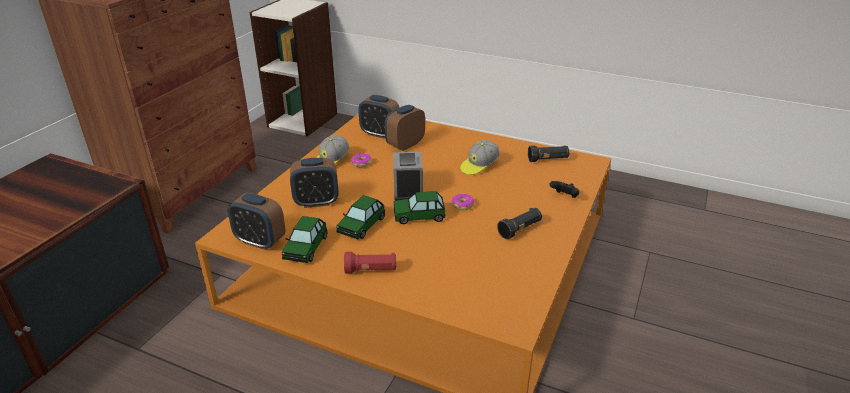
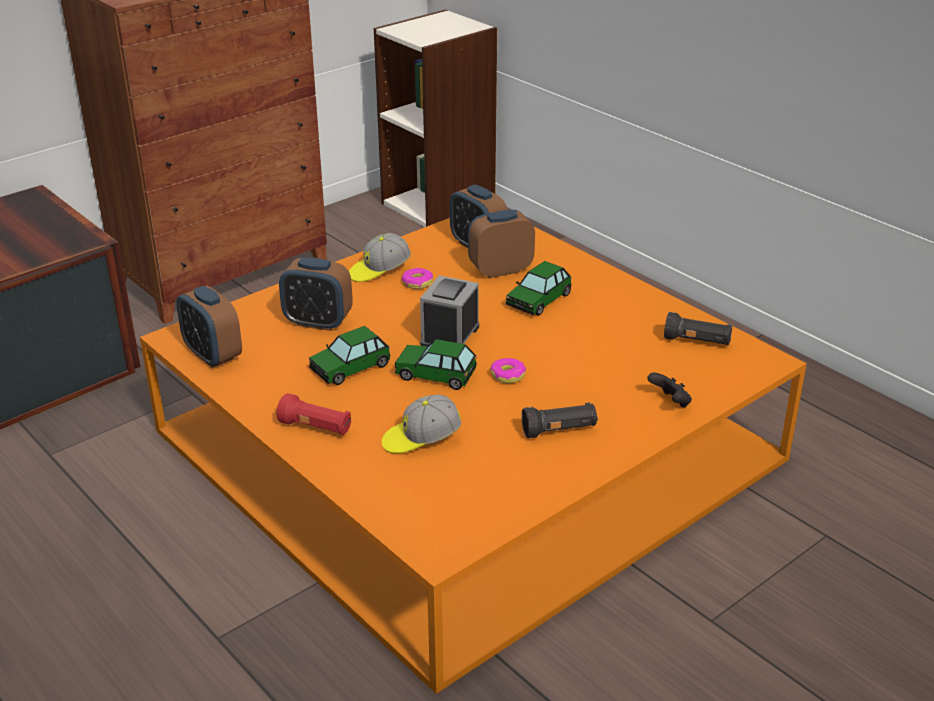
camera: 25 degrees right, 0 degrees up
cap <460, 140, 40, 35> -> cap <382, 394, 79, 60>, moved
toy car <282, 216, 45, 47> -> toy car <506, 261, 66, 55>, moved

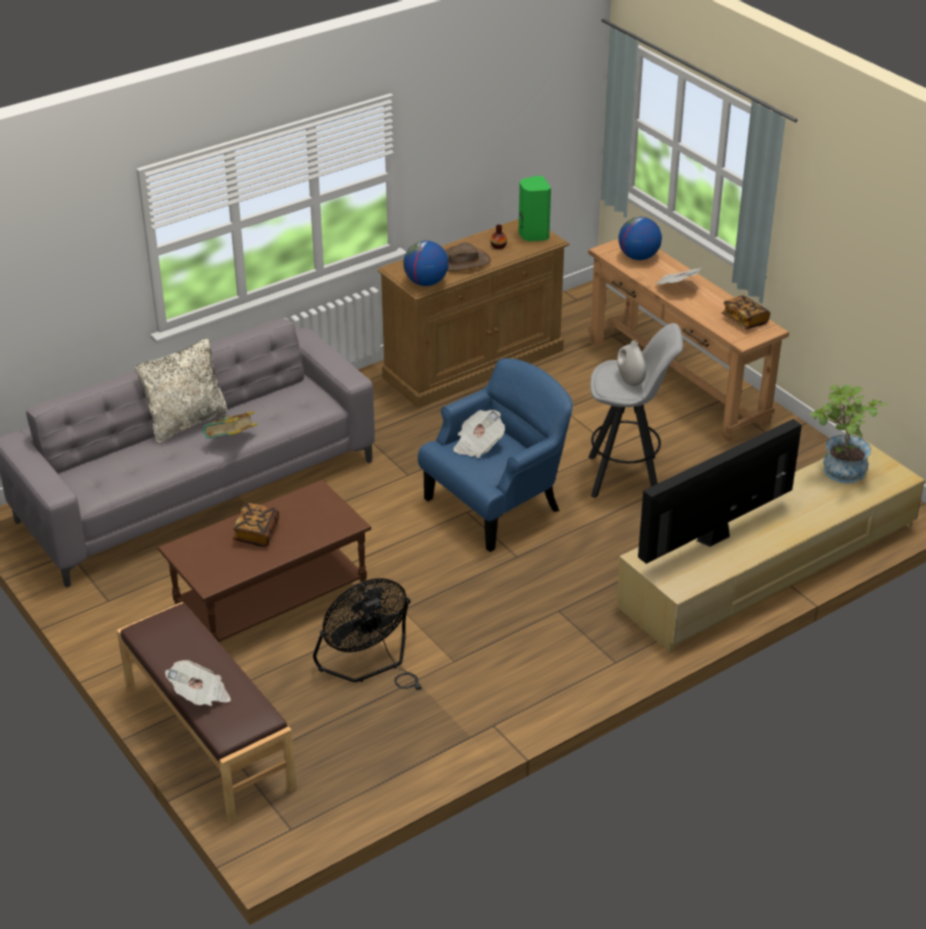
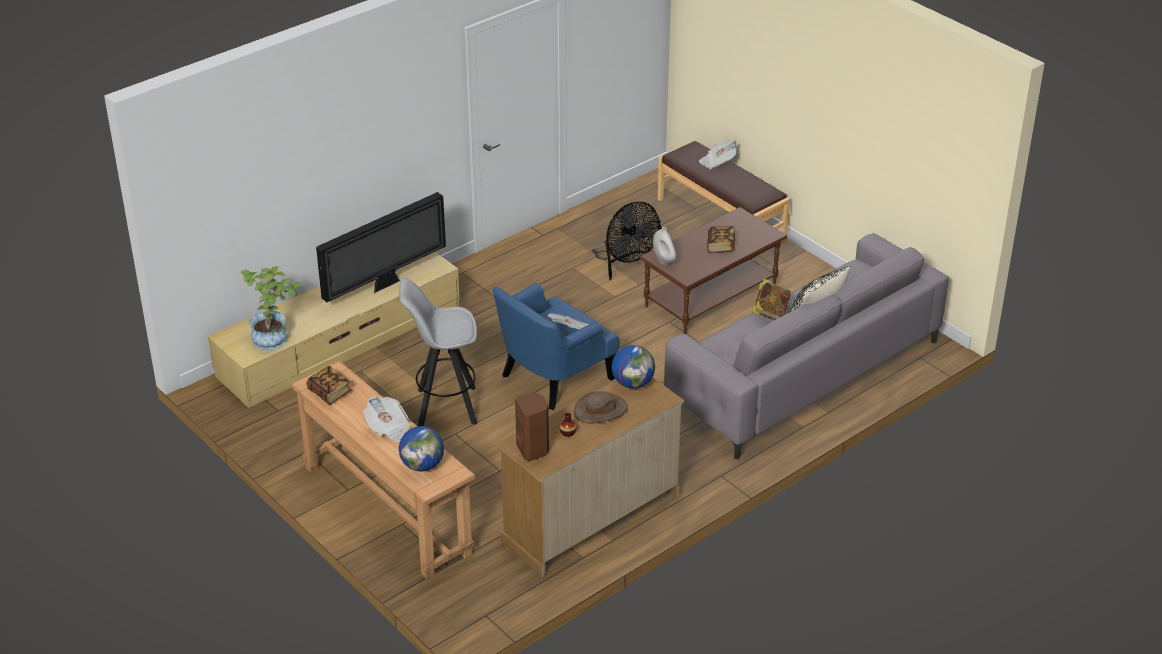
camera: 175 degrees right, 0 degrees up
speaker (green) <518, 176, 33, 65> -> speaker (brown) <515, 393, 34, 68>
vase (white) <617, 340, 29, 46> -> vase (white) <653, 227, 24, 38>, moved

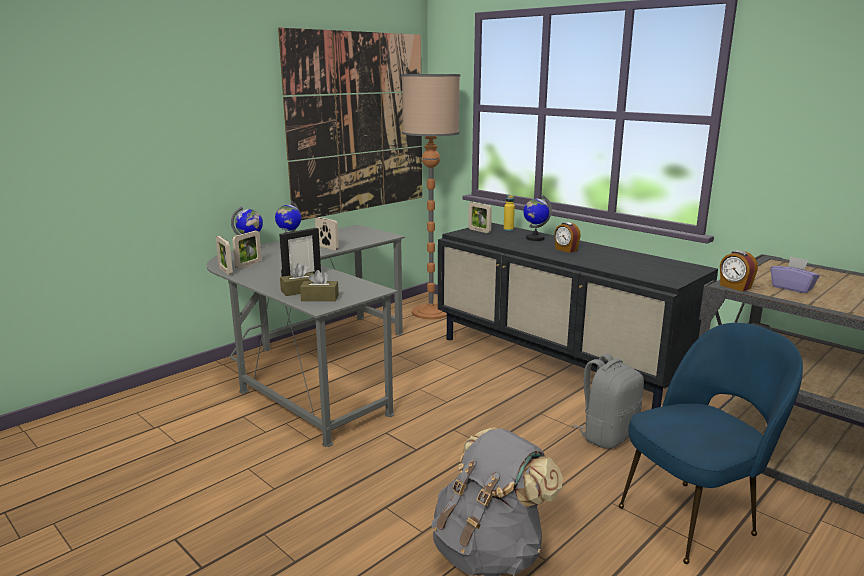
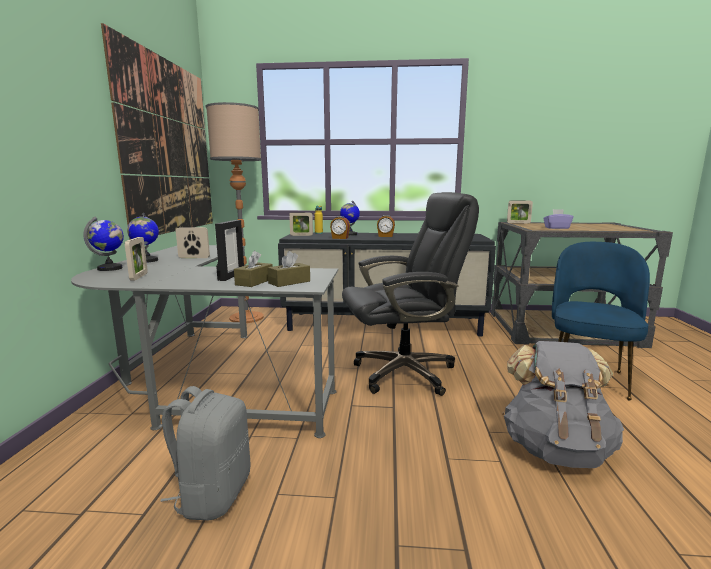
camera: 40 degrees left, 5 degrees down
backpack (grey) <572, 354, 72, 95> -> backpack (grey) <160, 386, 90, 135>, moved
alarm clock <720, 250, 38, 42> -> alarm clock <330, 216, 20, 23>, moved
none -> office chair (black) <342, 192, 137, 204>
picture frame <216, 236, 17, 39> -> picture frame <507, 200, 26, 24>, moved

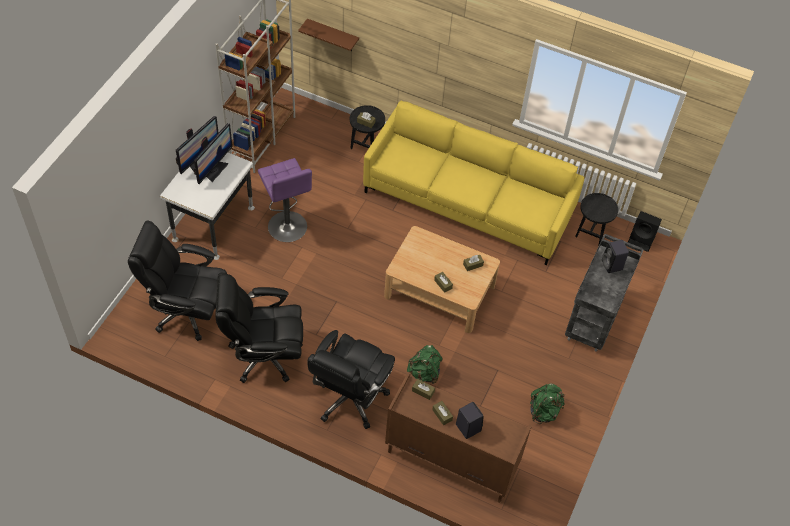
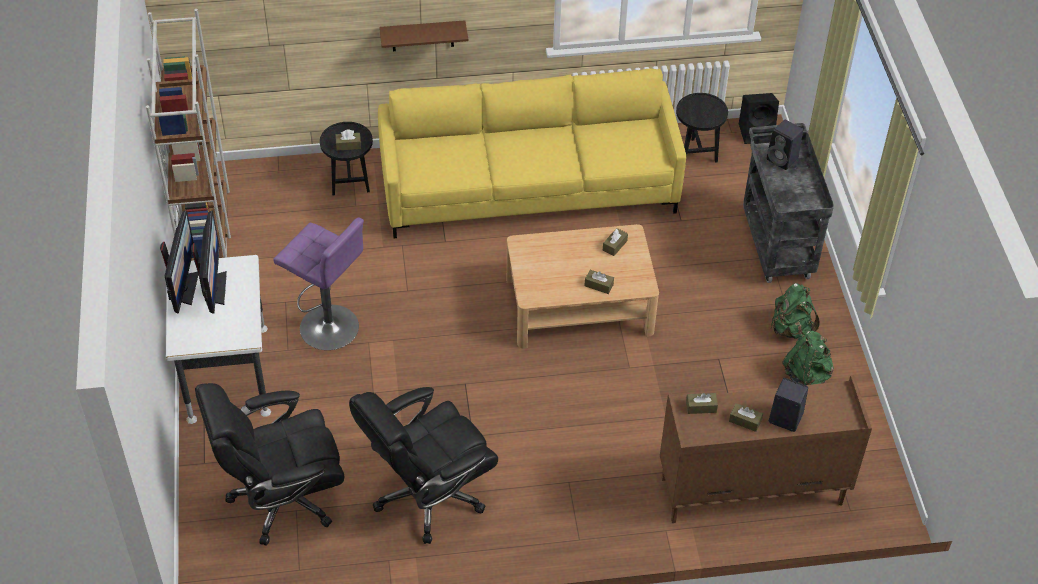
camera: 30 degrees left, 5 degrees down
shelf (brown) <298, 19, 61, 32> -> shelf (brown) <379, 20, 89, 31>, moved
backpack (green) <407, 345, 36, 39> -> backpack (green) <771, 283, 49, 56>, moved
office chair (black) <307, 330, 88, 99> -> none

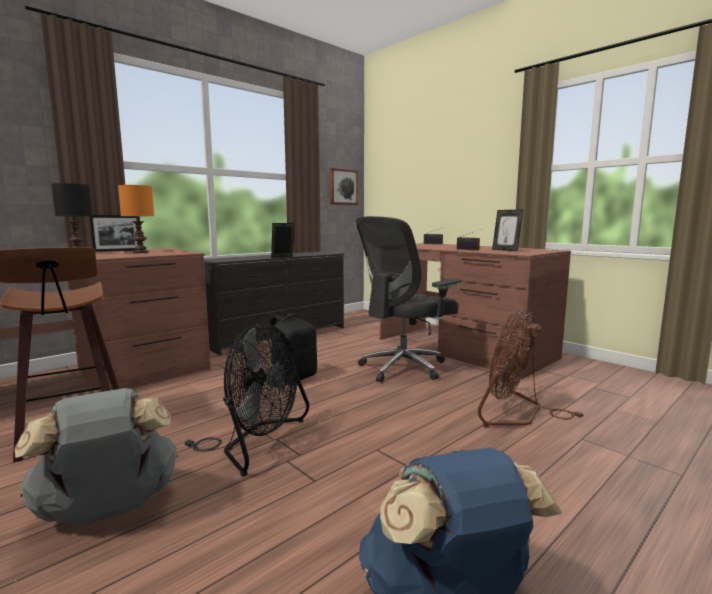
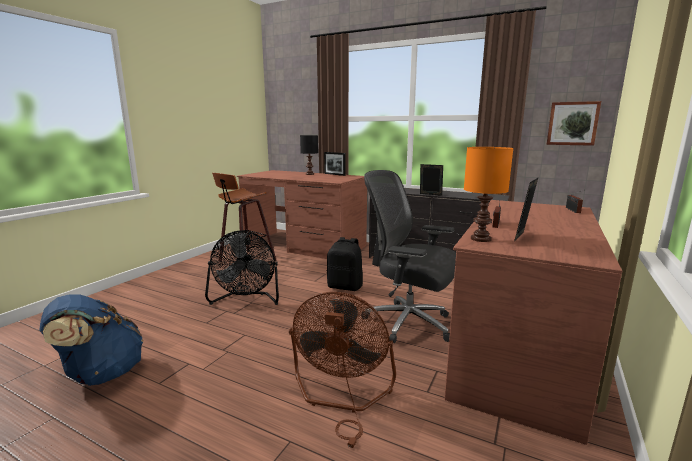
camera: 70 degrees right, 5 degrees up
table lamp (orange) <118, 185, 36, 68> -> table lamp (orange) <464, 147, 49, 95>, moved
backpack (grey) <15, 388, 163, 137> -> none

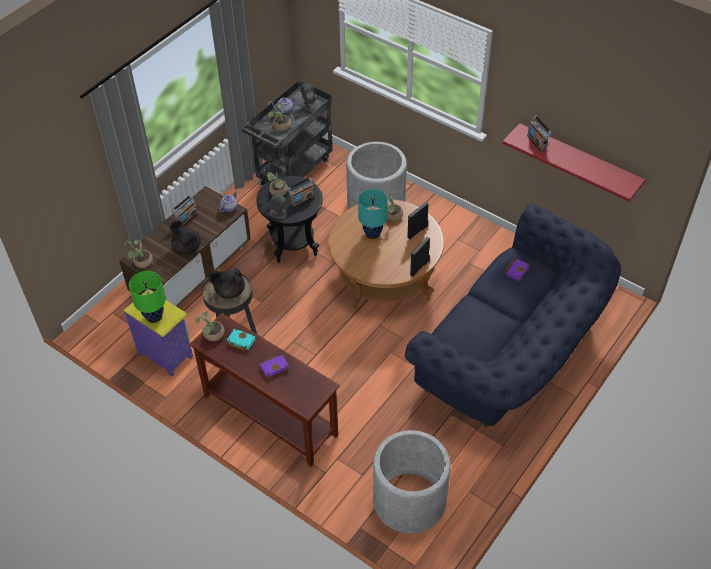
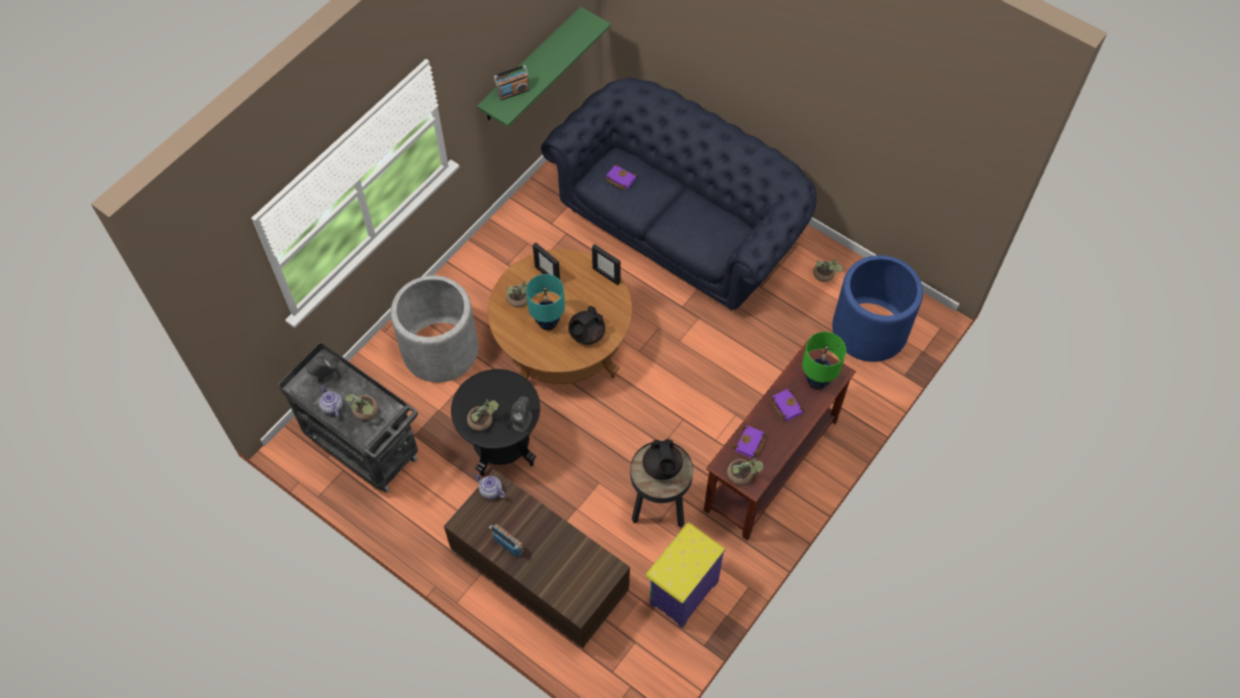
camera: 90 degrees left, 10 degrees up
shelf (red) <502, 123, 143, 78> -> shelf (green) <477, 7, 134, 120>
teapot (black) <169, 221, 32, 33> -> teapot (black) <568, 306, 37, 39>, moved
book (turquoise) <227, 328, 29, 23> -> book (purple) <733, 425, 34, 33>
table lamp (green) <129, 271, 37, 52> -> table lamp (green) <802, 332, 44, 57>, moved
potted plant <124, 239, 29, 29> -> potted plant <813, 258, 30, 24>, moved
planter (grey) <373, 430, 78, 104> -> planter (blue) <832, 255, 91, 107>
radio <288, 177, 26, 30> -> none

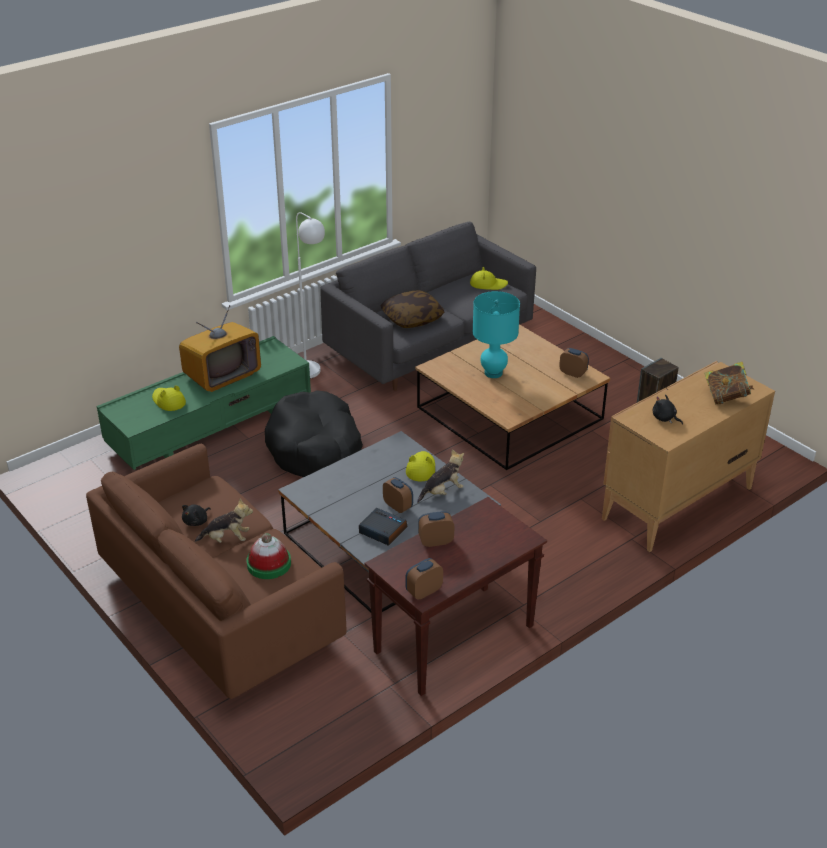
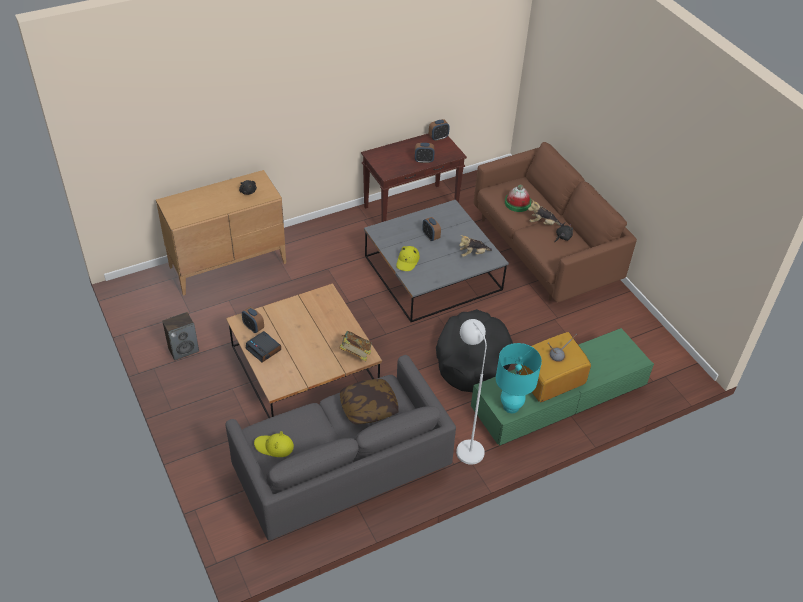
camera: 170 degrees left, 10 degrees up
alarm clock <359, 508, 49, 38> -> alarm clock <246, 331, 35, 31>, moved
book <704, 362, 50, 43> -> book <339, 331, 33, 30>, moved
plush toy <417, 449, 47, 54> -> plush toy <459, 235, 33, 22>, moved
table lamp (turquoise) <472, 291, 48, 87> -> table lamp (turquoise) <496, 343, 46, 70>, moved
hat (yellow) <152, 385, 34, 26> -> none

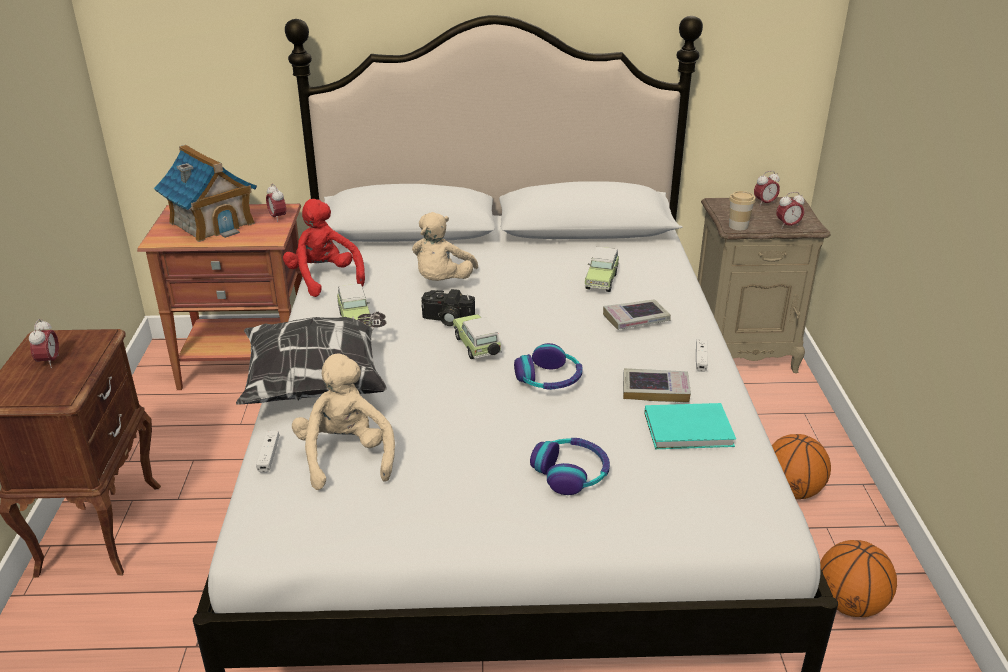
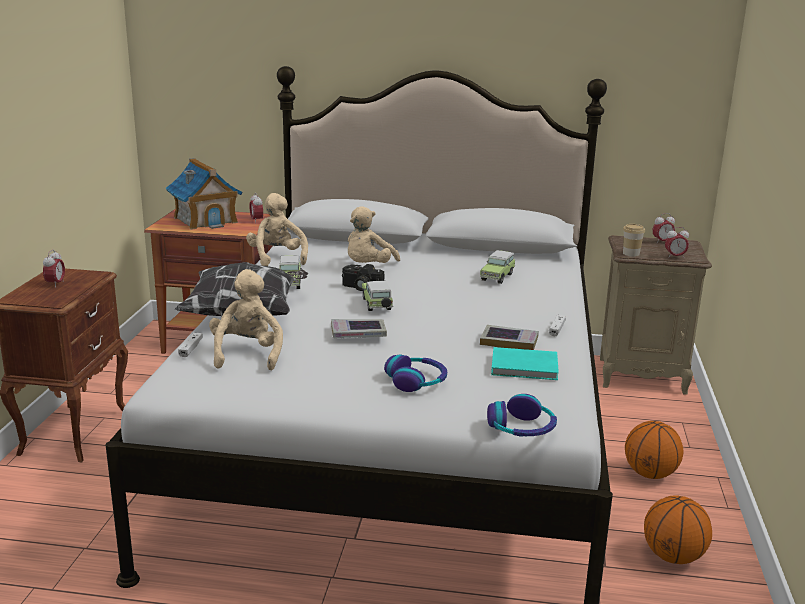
camera: 10 degrees right, 10 degrees down
plush toy (red) <283, 199, 82, 98> -> plush toy (beige) <246, 193, 62, 73>
book <603, 300, 68, 30> -> book <331, 319, 56, 19>, moved
headphones <514, 343, 69, 47> -> headphones <487, 394, 70, 42>, moved

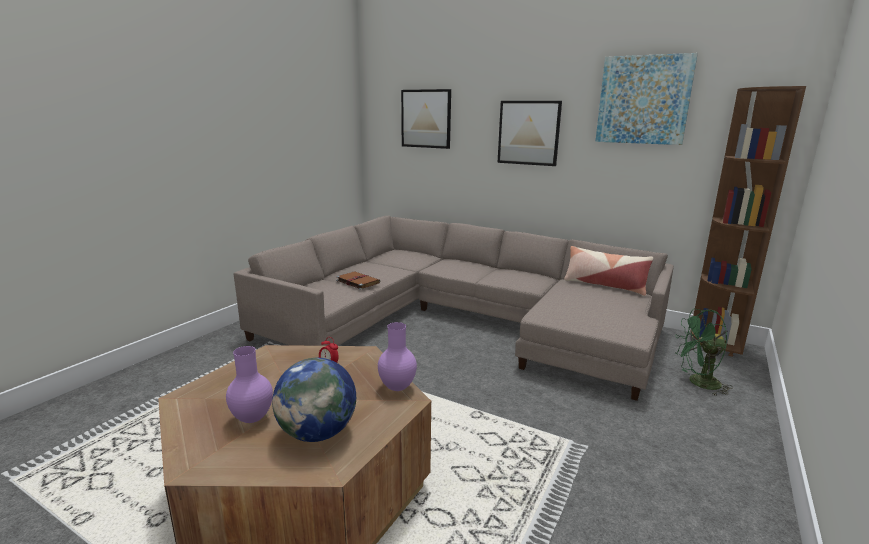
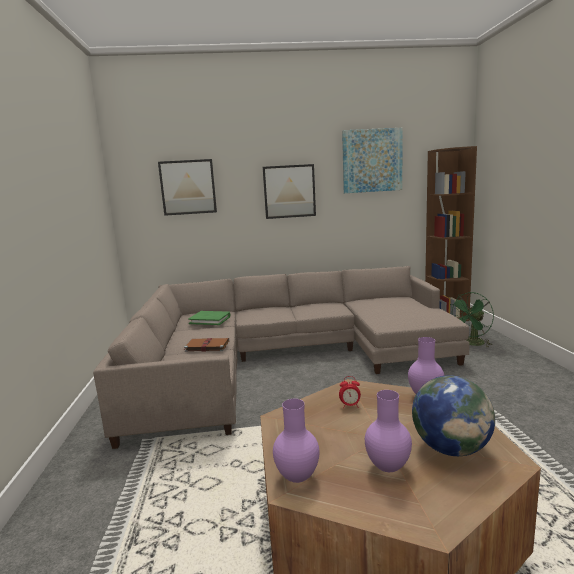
camera: 35 degrees left, 5 degrees down
none -> book (green) <188, 311, 42, 14>
none -> vase (purple) <273, 399, 46, 84>
pillow <564, 246, 89, 50> -> none

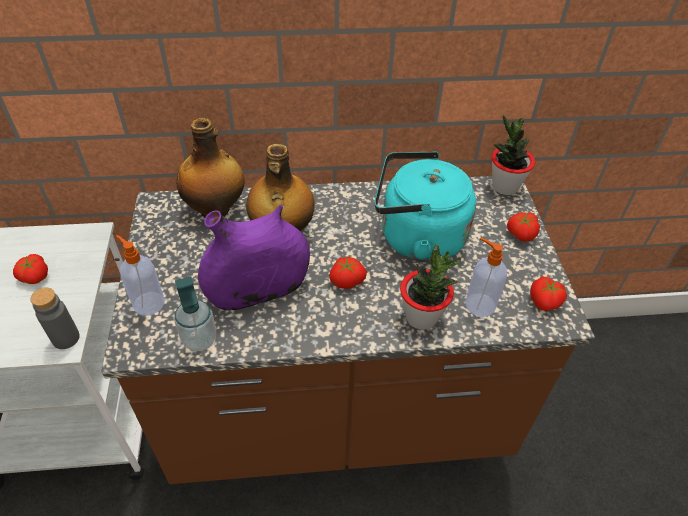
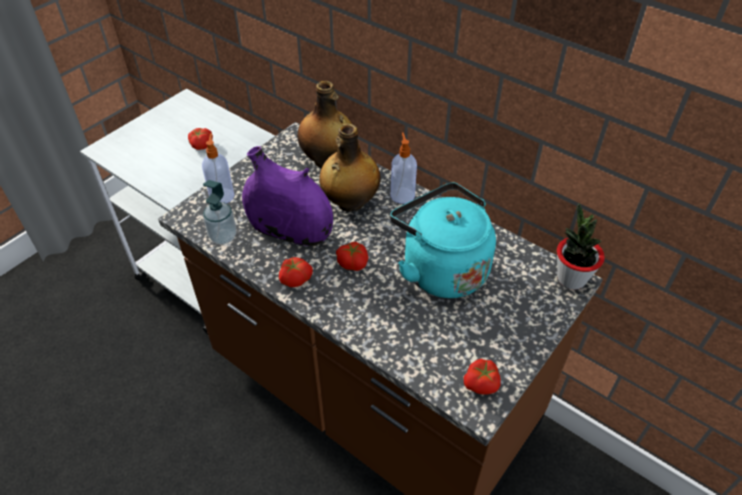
camera: 45 degrees right, 0 degrees up
tomato <507, 212, 33, 30> -> tomato <279, 257, 34, 30>, moved
soap dispenser <465, 238, 42, 79> -> soap dispenser <391, 132, 26, 72>, moved
bottle (grey) <30, 287, 50, 62> -> none
potted plant <400, 244, 61, 86> -> none

